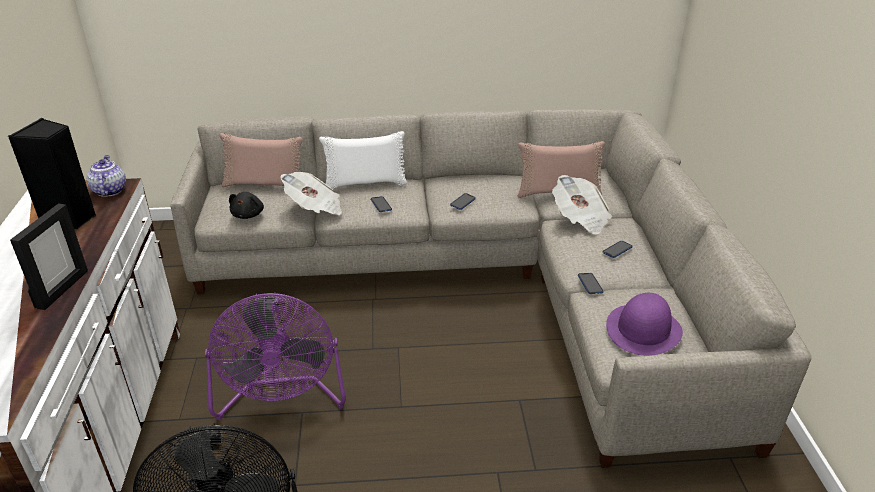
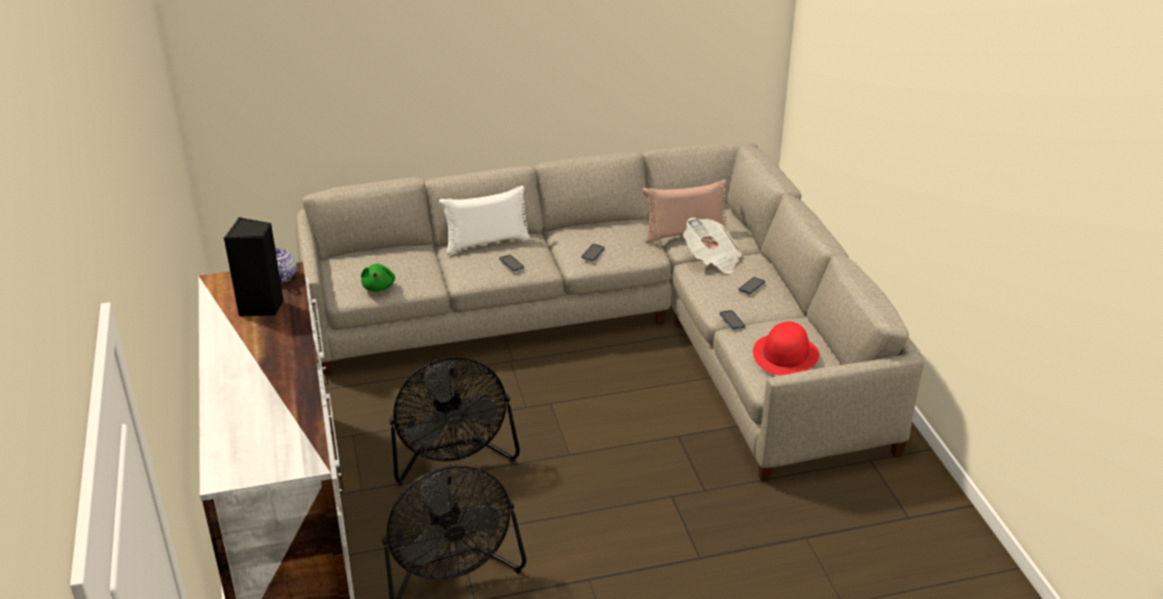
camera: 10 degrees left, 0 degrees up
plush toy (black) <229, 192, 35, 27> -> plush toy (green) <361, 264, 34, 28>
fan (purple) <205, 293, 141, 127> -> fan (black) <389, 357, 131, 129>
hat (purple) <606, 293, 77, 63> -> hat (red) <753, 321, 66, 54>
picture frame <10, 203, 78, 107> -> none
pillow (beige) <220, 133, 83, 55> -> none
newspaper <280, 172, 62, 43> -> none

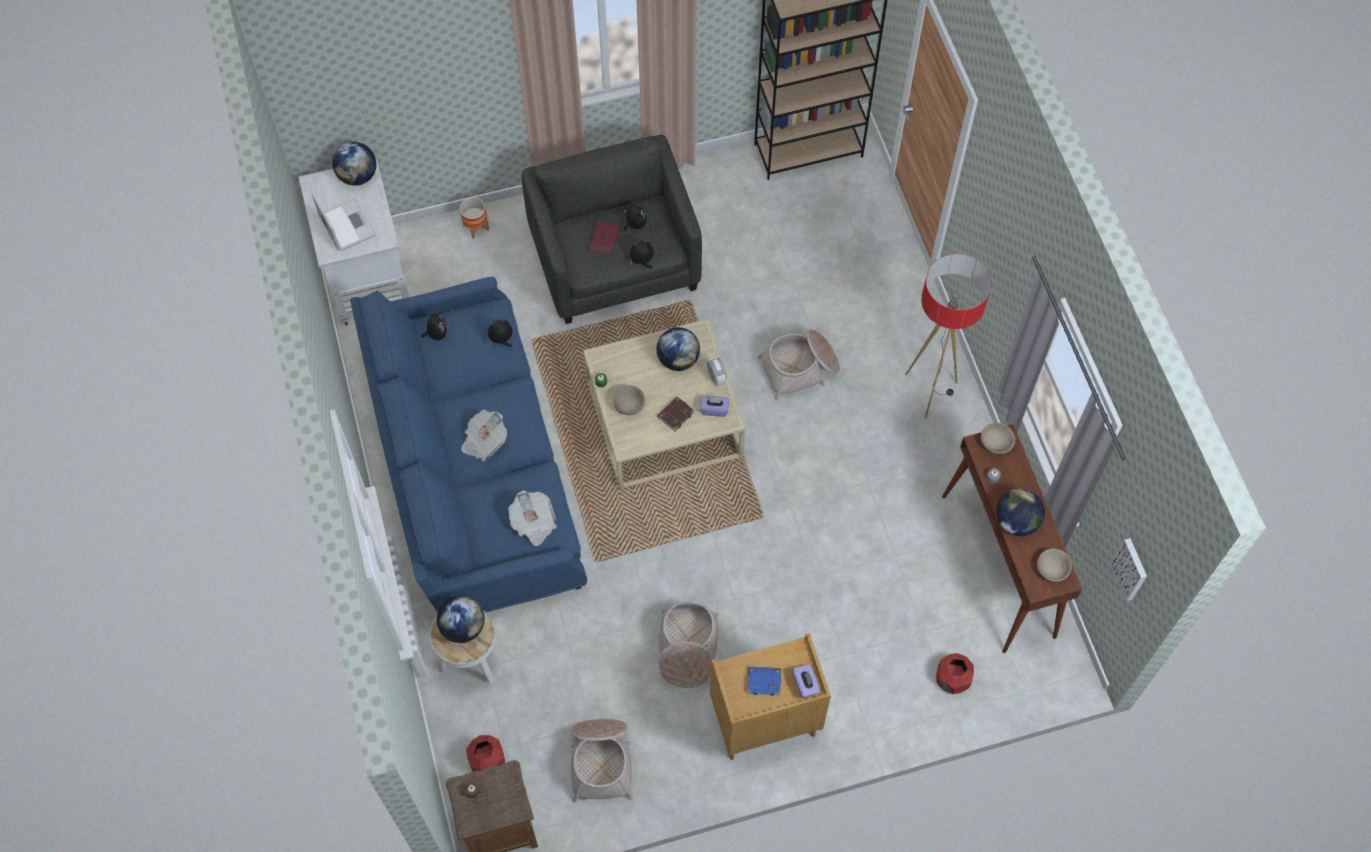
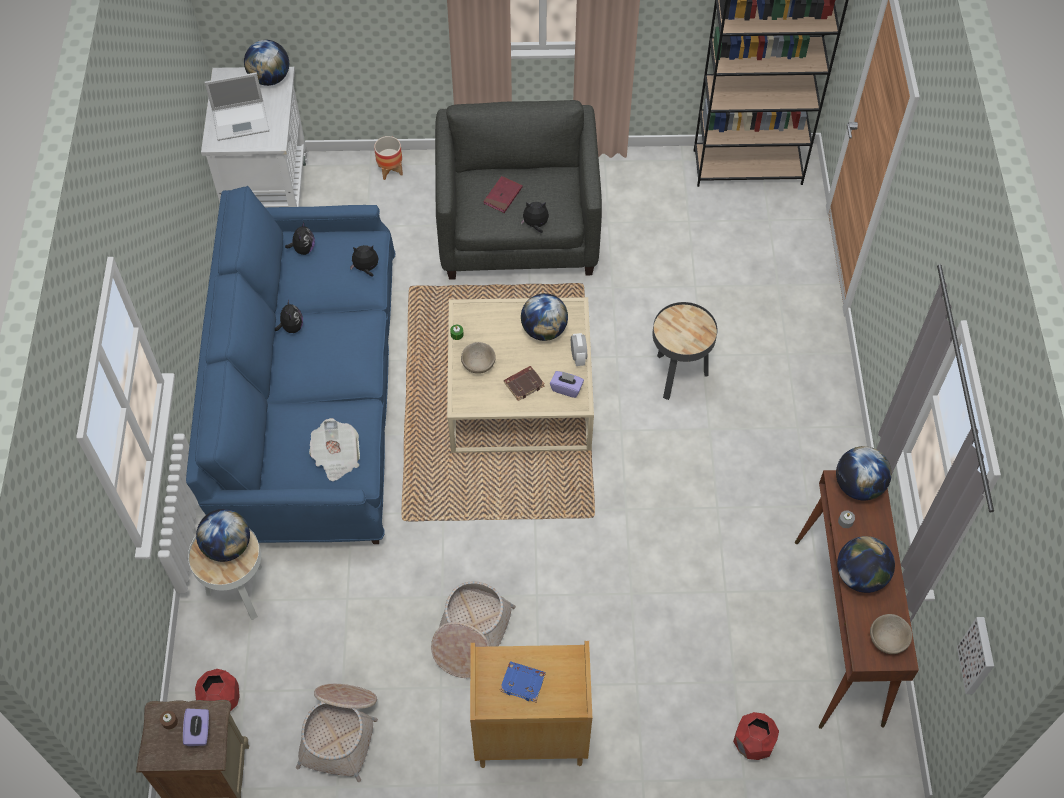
camera: 15 degrees right, 5 degrees down
tissue box (purple) <792, 665, 28, 34> -> tissue box (purple) <183, 709, 26, 37>, moved
laptop <311, 192, 65, 59> -> laptop <205, 72, 64, 69>, 90 degrees clockwise
plush toy <624, 201, 23, 30> -> plush toy <275, 299, 28, 34>, moved
basket <758, 330, 82, 70> -> side table (black) <652, 302, 66, 98>
bowl (beige) <981, 423, 34, 31> -> globe <836, 446, 56, 54>
newspaper <461, 410, 46, 51> -> none
floor lamp <905, 254, 87, 164> -> none

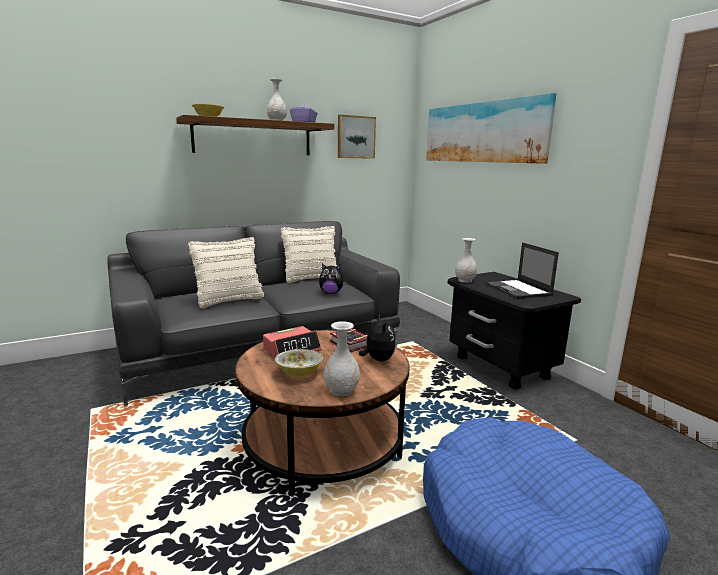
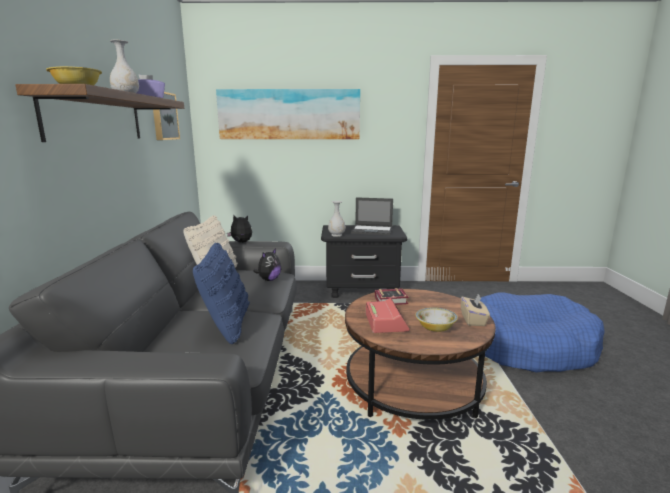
camera: 60 degrees left, 0 degrees up
pillow (beige) <188, 237, 76, 72> -> pillow (blue) <193, 243, 57, 101>
plush toy <359, 314, 37, 47> -> plush toy <227, 214, 25, 29>, moved
vase (white) <324, 321, 36, 75> -> tissue box (beige) <461, 293, 29, 33>

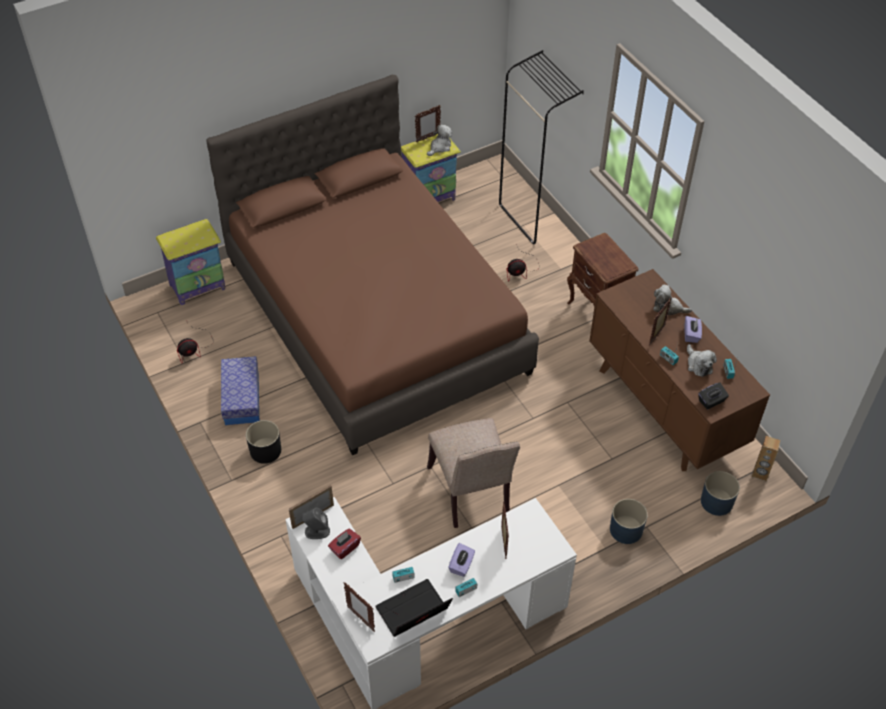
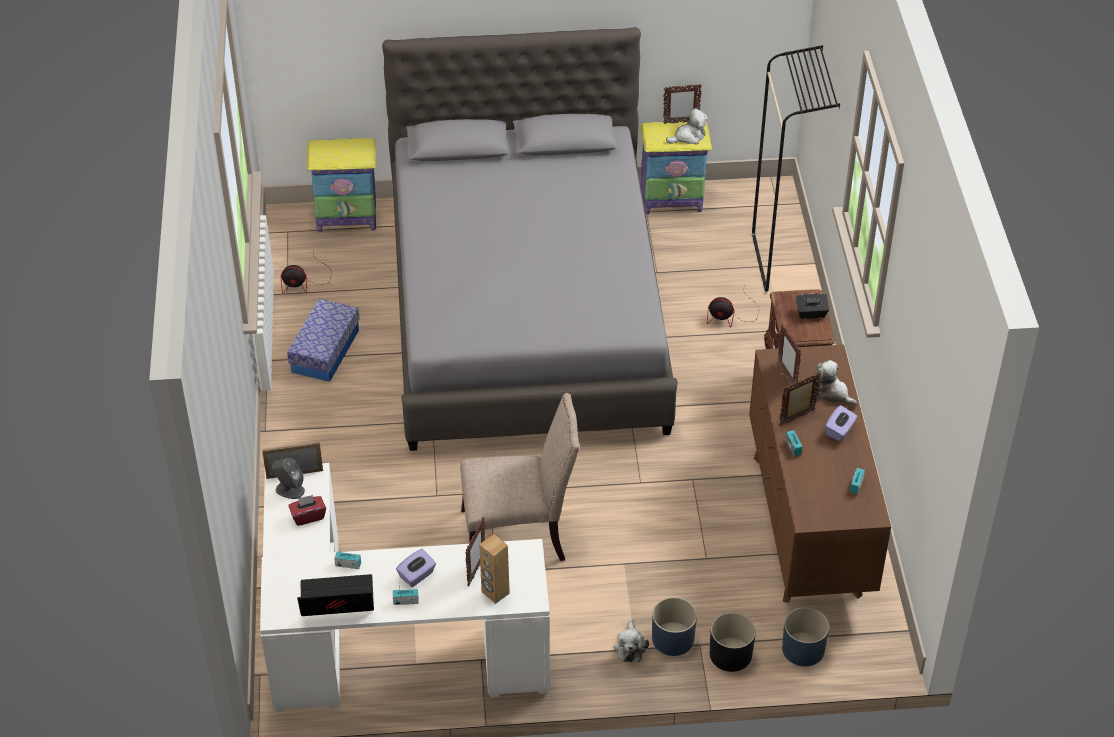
camera: 25 degrees right, 5 degrees down
bed (brown) <206, 75, 333, 380> -> bed (grey) <382, 27, 296, 424>
chair (beige) <427, 418, 93, 110> -> chair (beige) <460, 393, 120, 168>, 105 degrees counterclockwise
speaker (brown) <752, 436, 28, 45> -> speaker (brown) <479, 534, 31, 70>, moved
plush toy <687, 344, 30, 33> -> plush toy <614, 618, 35, 44>, moved
planter (black) <246, 420, 35, 44> -> planter (black) <710, 613, 46, 59>, moved
picture frame <344, 582, 31, 50> -> picture frame <778, 324, 23, 60>, moved
tissue box (black) <698, 383, 31, 27> -> tissue box (black) <796, 293, 33, 26>, moved

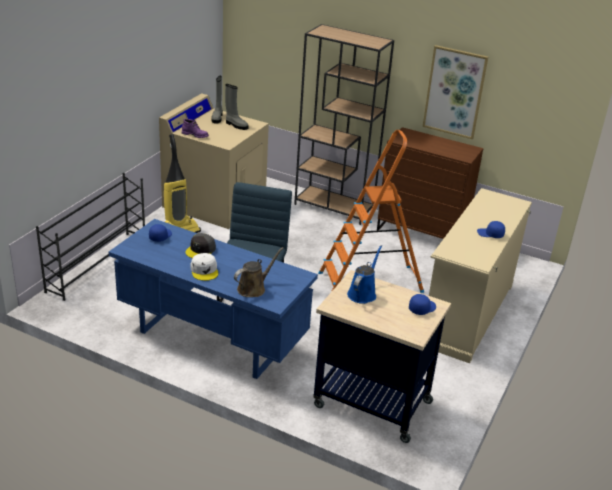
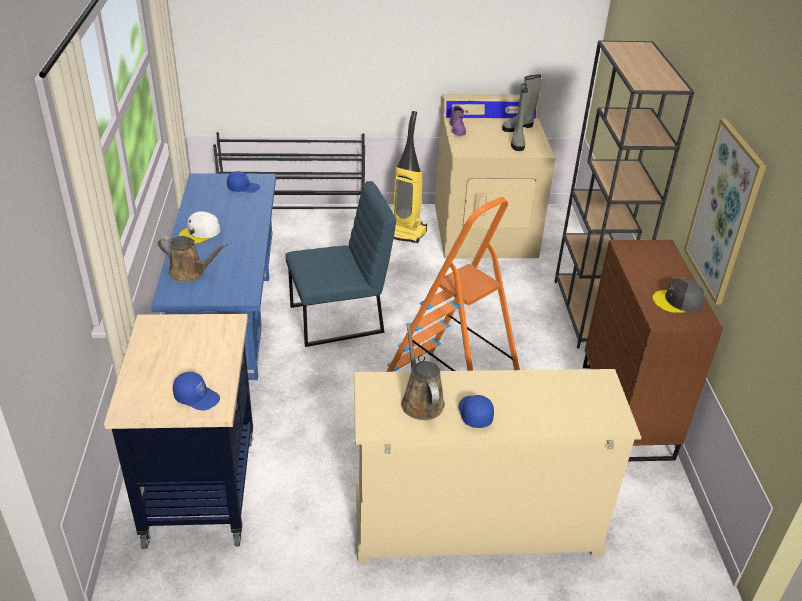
camera: 60 degrees right, 5 degrees up
none -> watering can (brown) <401, 323, 44, 97>
cap (grey) <186, 233, 30, 25> -> cap (grey) <652, 278, 53, 35>, moved
watering can (blue) <347, 245, 35, 59> -> none

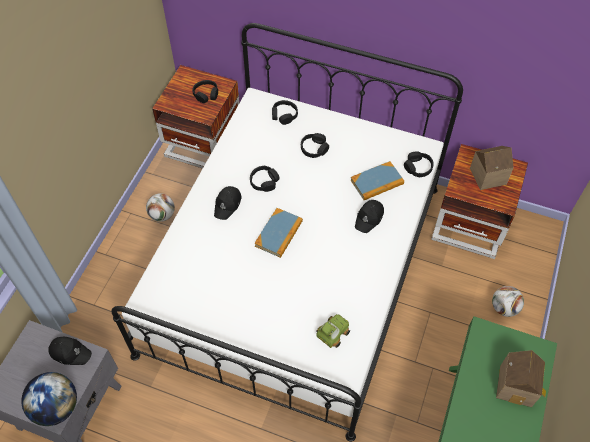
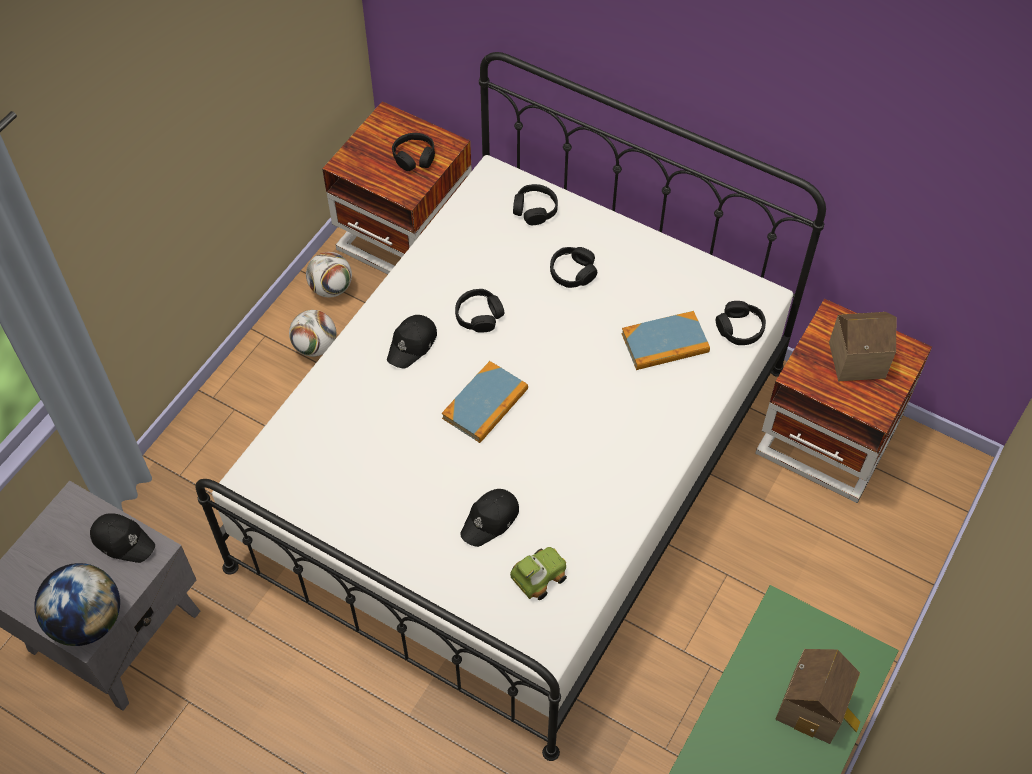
camera: 10 degrees right, 0 degrees up
football <492, 286, 32, 31> -> football <306, 252, 46, 45>, moved
cap (black) <355, 200, 29, 33> -> cap (black) <460, 489, 59, 58>, moved

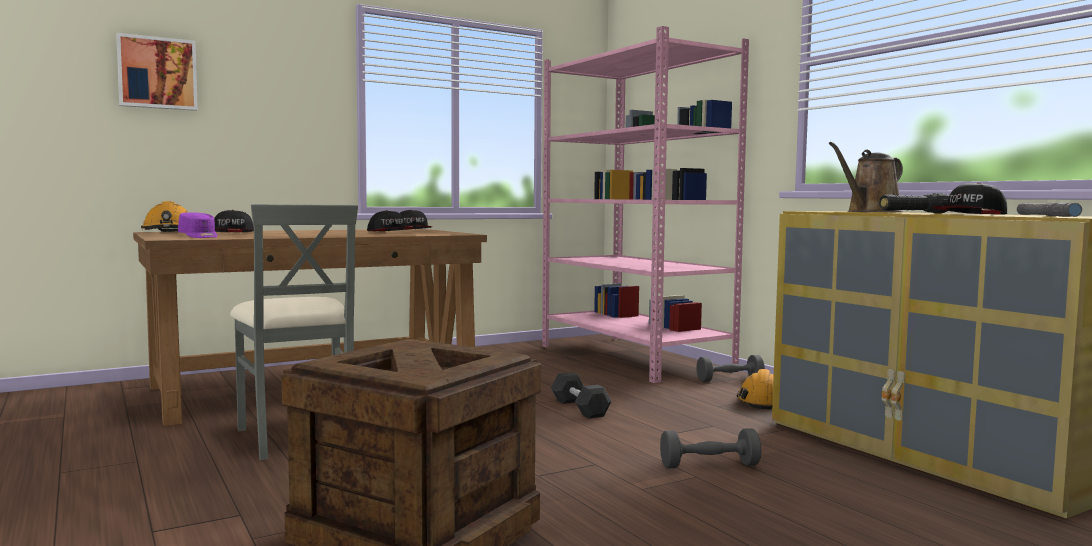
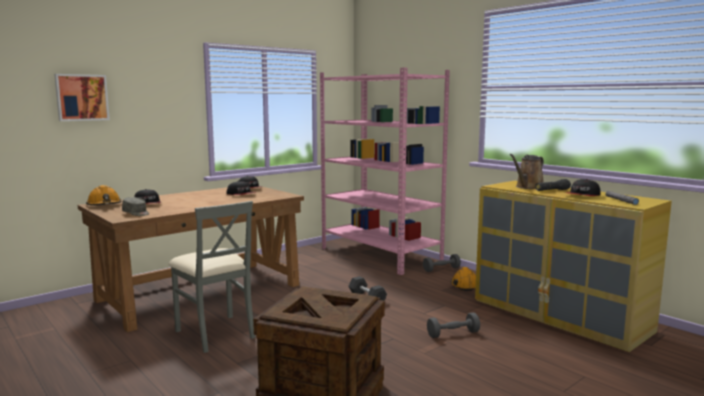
camera: 10 degrees left, 5 degrees up
cap (purple) <178, 212, 40, 26> -> cap (grey) <122, 197, 27, 19>

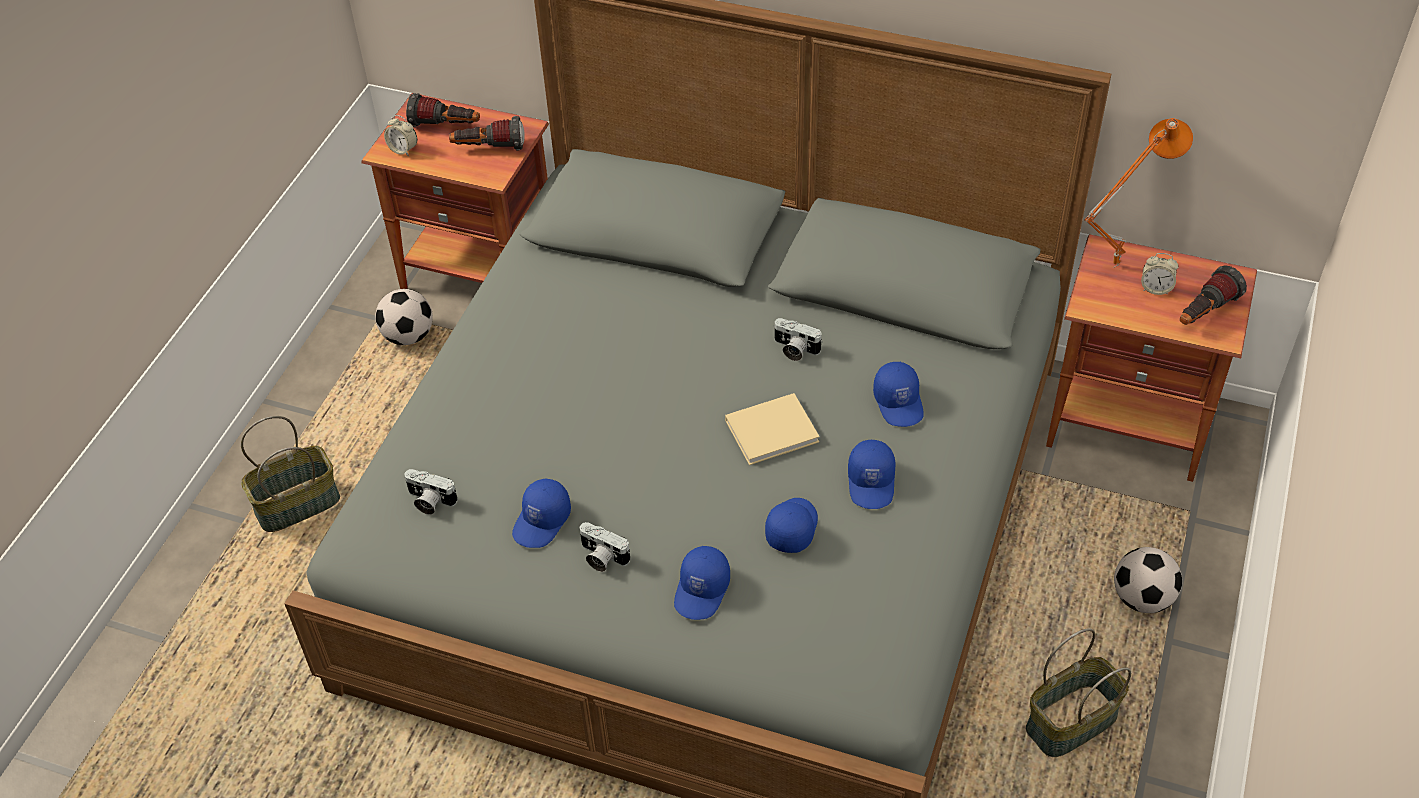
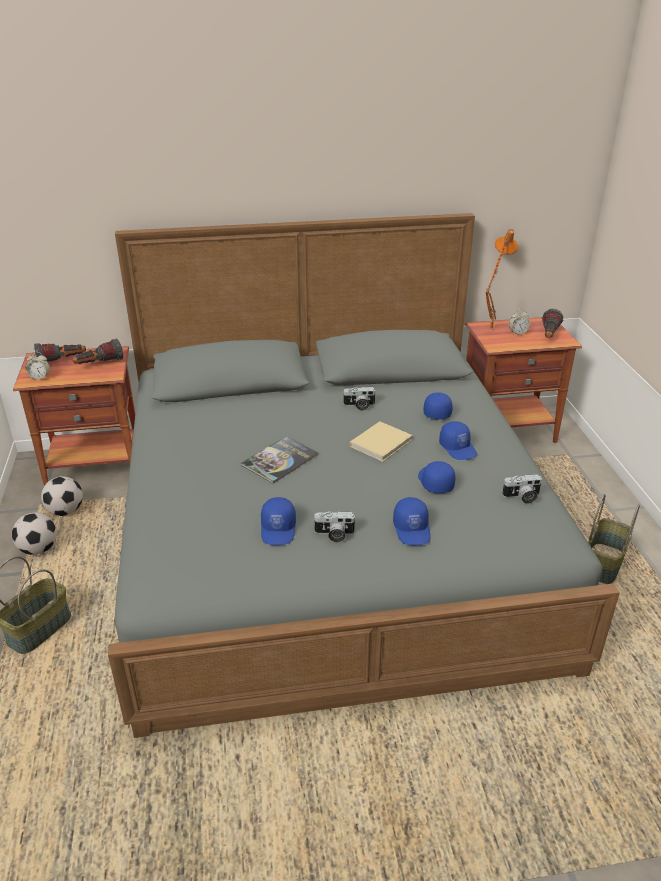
camera: 30 degrees left, 15 degrees down
football <1114, 547, 68, 66> -> football <12, 512, 45, 43>, moved
none -> book <241, 436, 77, 48>
cap (blue) <873, 362, 51, 65> -> cap (blue) <423, 392, 30, 28>, 120 degrees counterclockwise
photo camera <404, 469, 54, 46> -> photo camera <502, 474, 40, 30>, moved

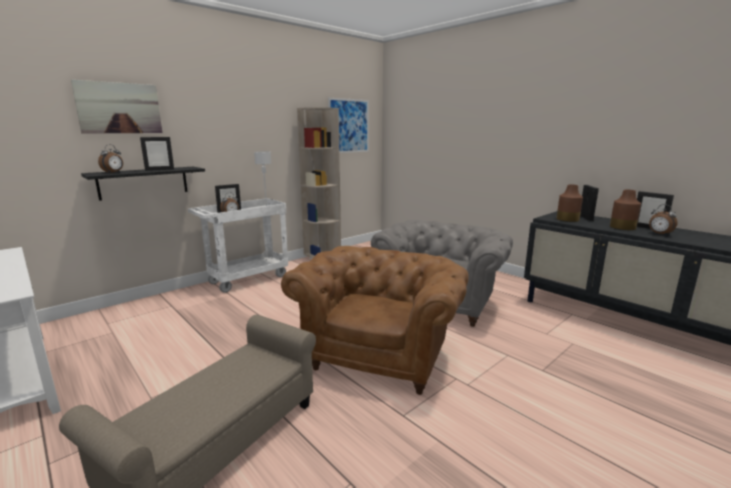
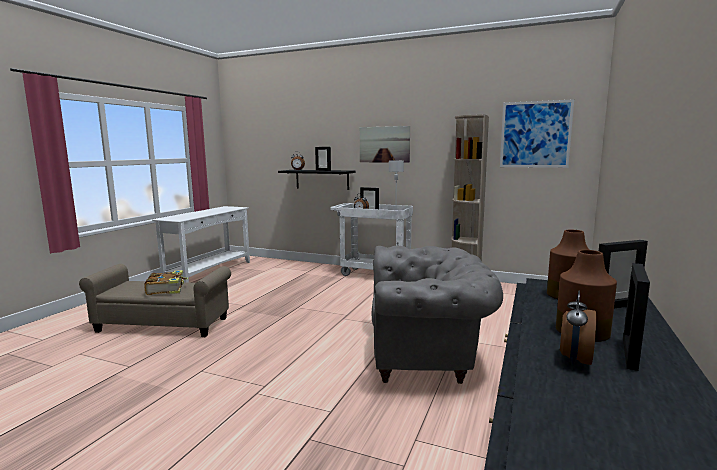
camera: 65 degrees right, 5 degrees down
none -> book <144, 270, 44, 25>
picture <71, 80, 91, 54> -> picture <360, 126, 50, 37>, moved
armchair (brown) <281, 246, 188, 149> -> none

